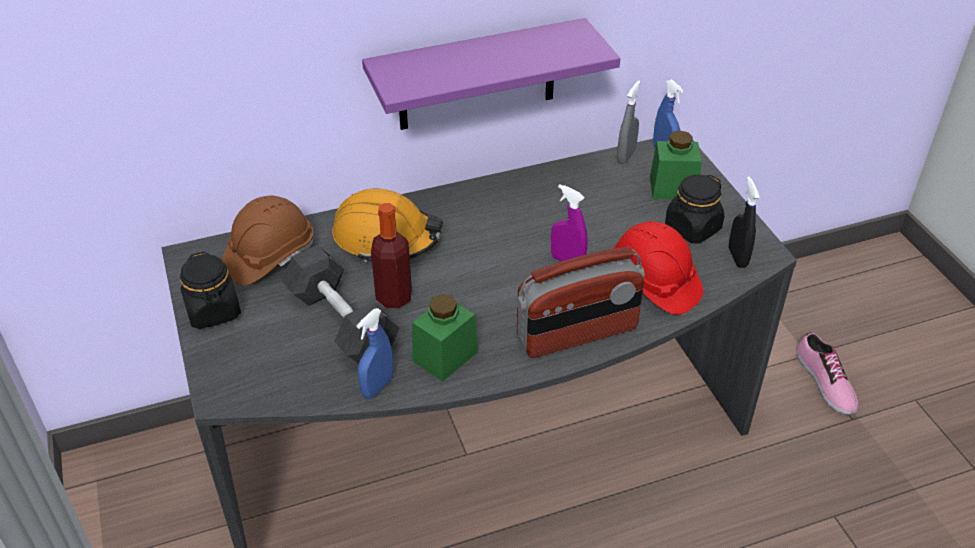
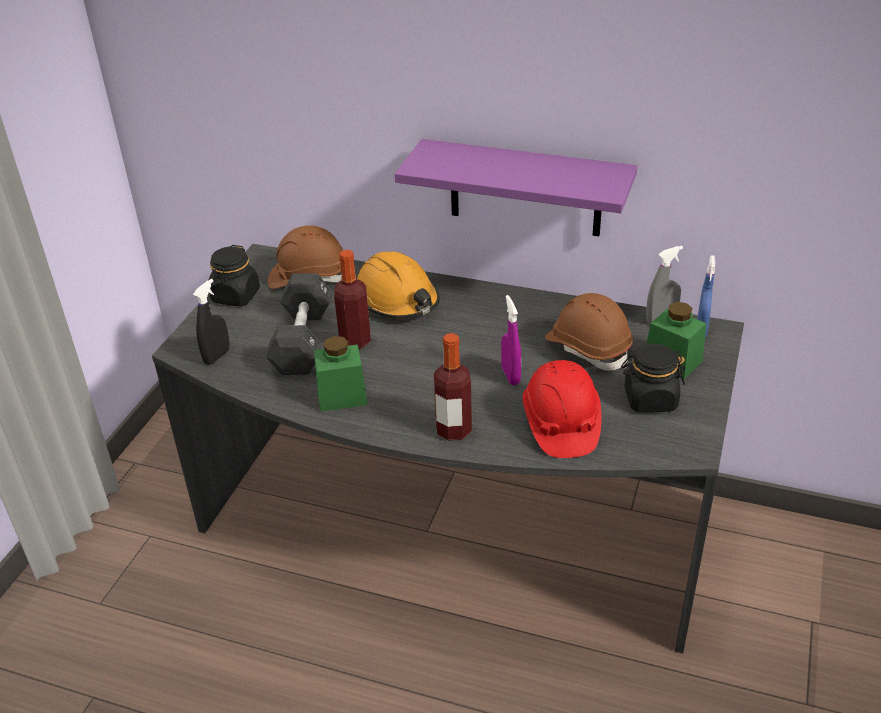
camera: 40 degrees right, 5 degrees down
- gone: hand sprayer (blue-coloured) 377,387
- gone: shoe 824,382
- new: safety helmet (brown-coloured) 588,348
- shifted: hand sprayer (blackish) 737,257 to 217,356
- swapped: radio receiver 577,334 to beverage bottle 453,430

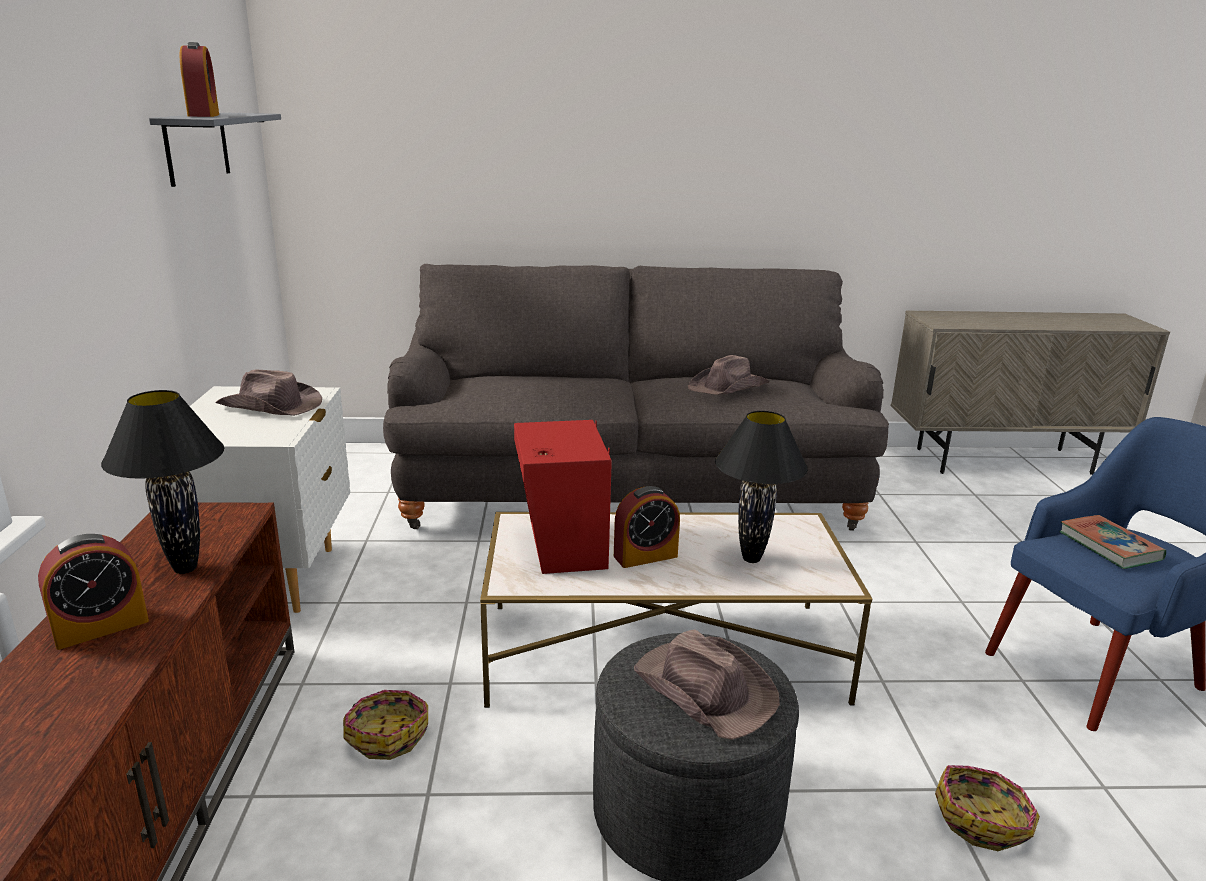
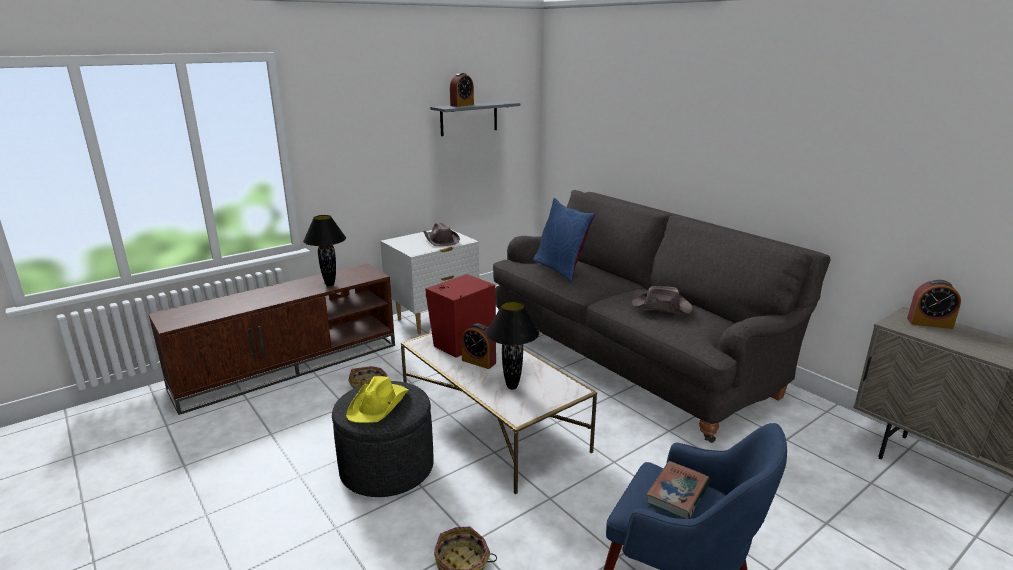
camera: 55 degrees right, 0 degrees up
- new: cushion (blue-coloured) 561,269
- shifted: alarm clock 100,627 to 929,323
- repainted: wearable hat (brown-coloured) 704,688 to wearable hat (yellowish) 379,404

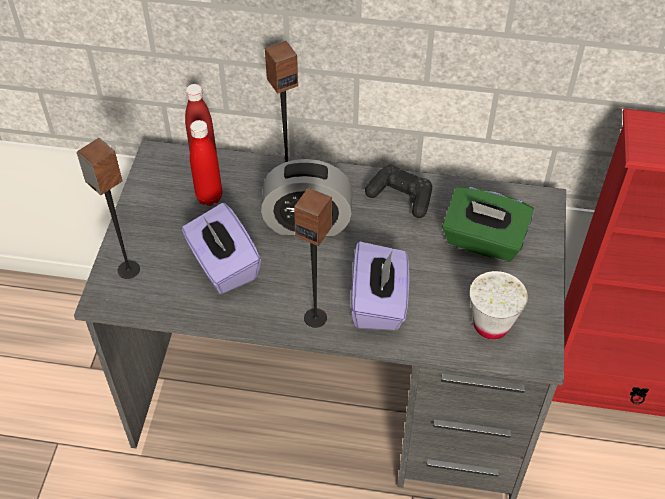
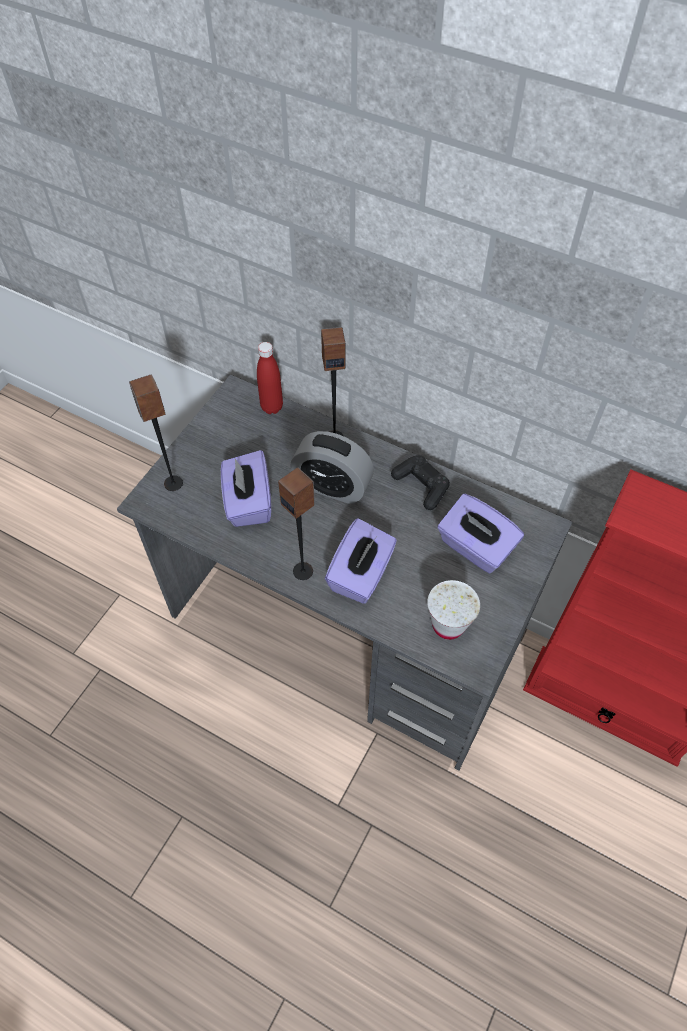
camera: 20 degrees right, 5 degrees up
- gone: beverage bottle (red-coloured) 209,197
- repainted: box of tissues (greenish) 483,241 to box of tissues (purple-coloured) 475,547

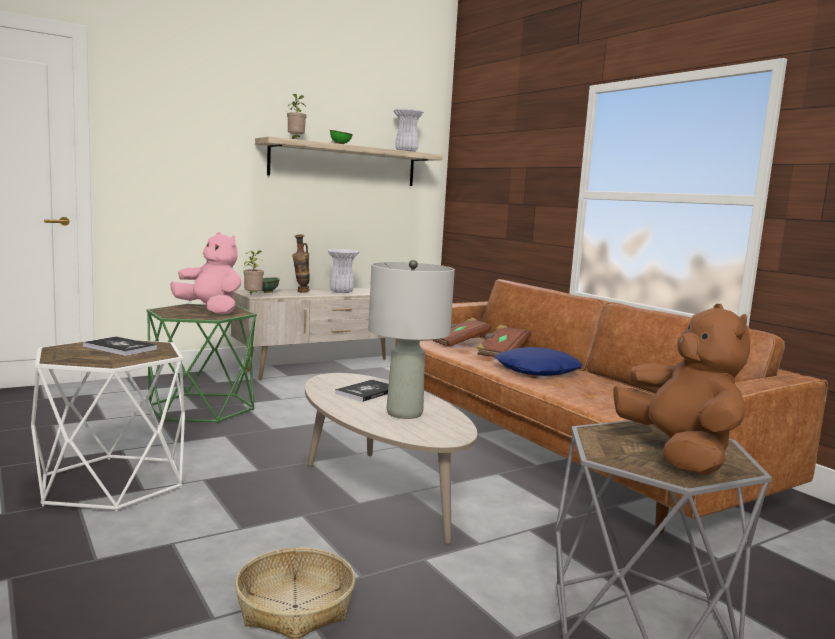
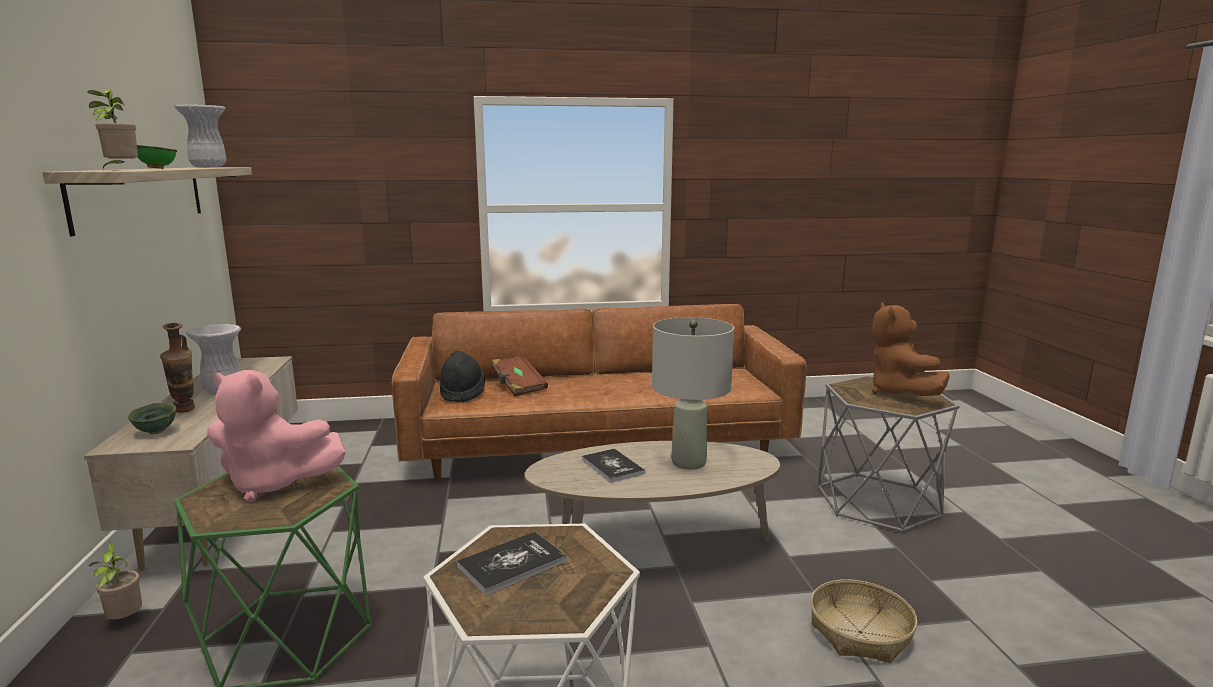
camera: 65 degrees left, 5 degrees up
- gone: cushion (blue-coloured) 537,371
- shifted: plant in a pot 253,296 to 124,621
- swapped: bound book (brown-coloured) 459,343 to wearable hat (blackish) 462,393
- rotated: plush toy (pink) 210,311 = 273,484 135 degrees counterclockwise
- rotated: plush toy (brown-coloured) 678,454 = 899,393 105 degrees counterclockwise

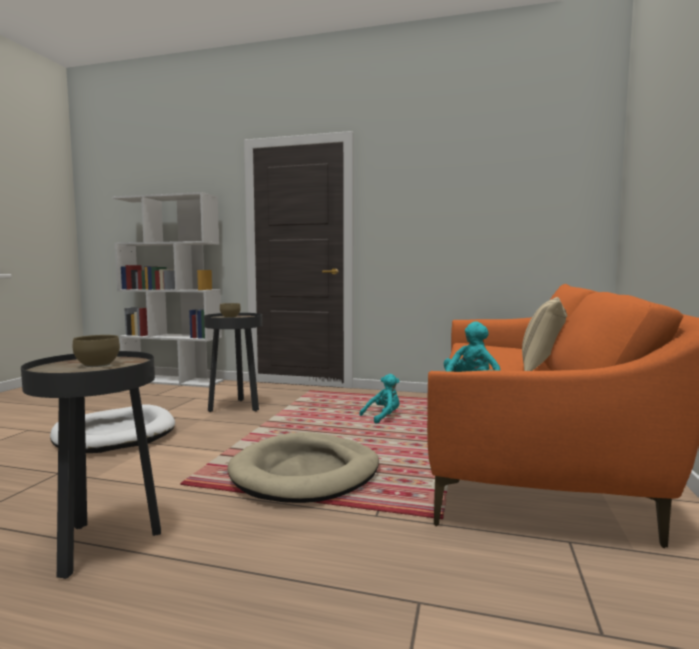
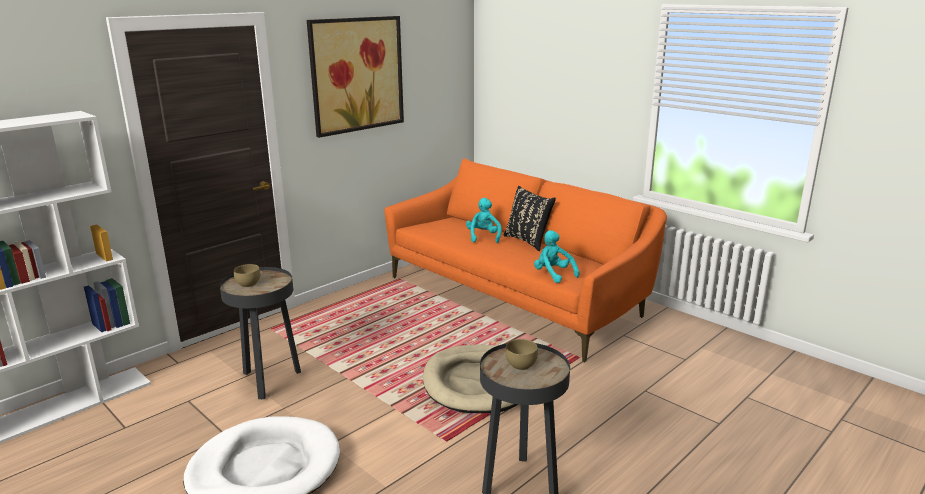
camera: 60 degrees left, 15 degrees up
- new: wall picture 357,74
- shifted: plush toy (turquoise) 383,417 to 483,237
- repainted: cushion (sand-coloured) 542,369 to cushion (blackish) 528,241

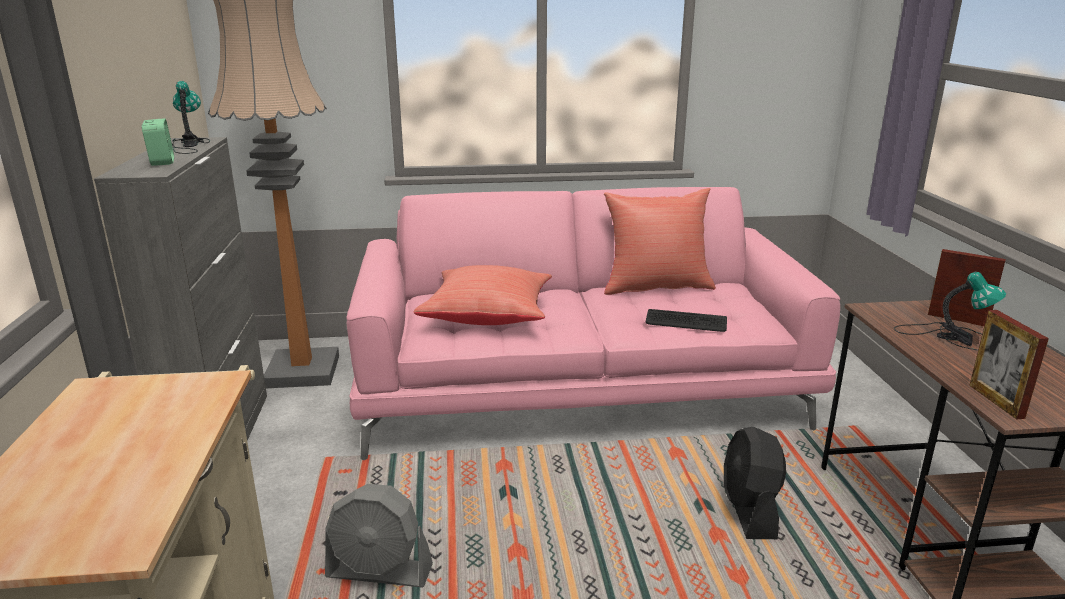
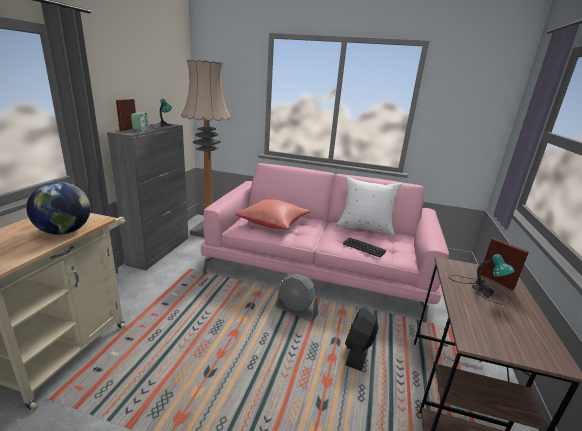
camera: 20 degrees right, 0 degrees up
- new: world globe 64,232
- shifted: electric fan (greyish) 380,572 to 296,311
- shifted: standing frame 996,401 to 128,129
- repainted: cushion (red-coloured) 656,286 to cushion (white) 365,227

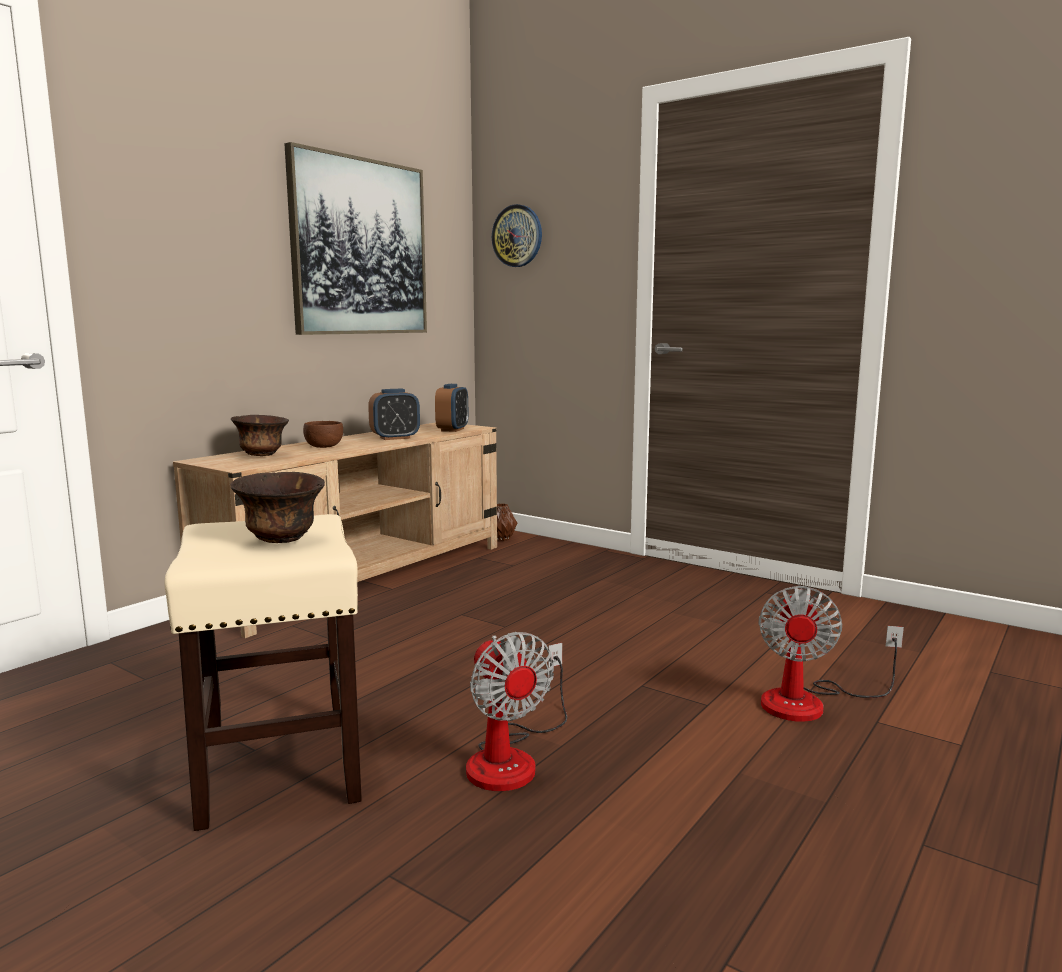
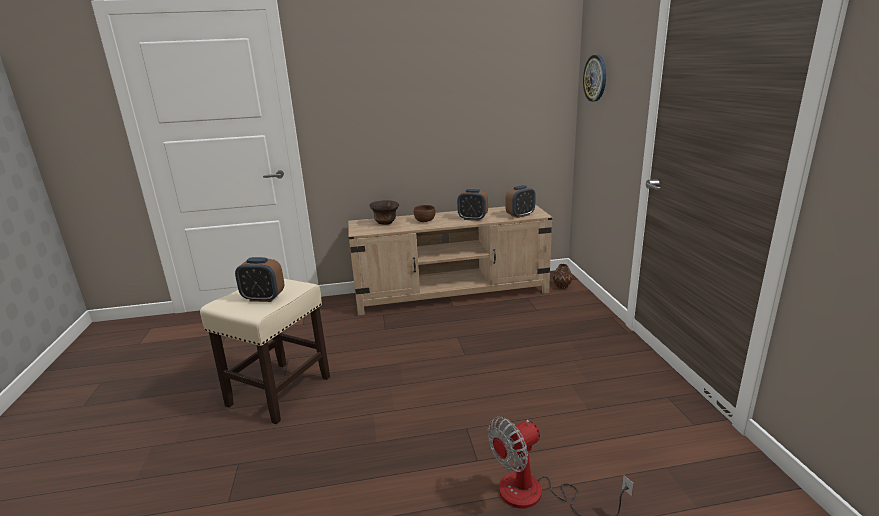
camera: 45 degrees right, 10 degrees up
- gone: wall picture 359,247
- gone: electric fan 512,757
- swapped: deep dish (brown-coloured) 282,540 to alarm clock 263,298

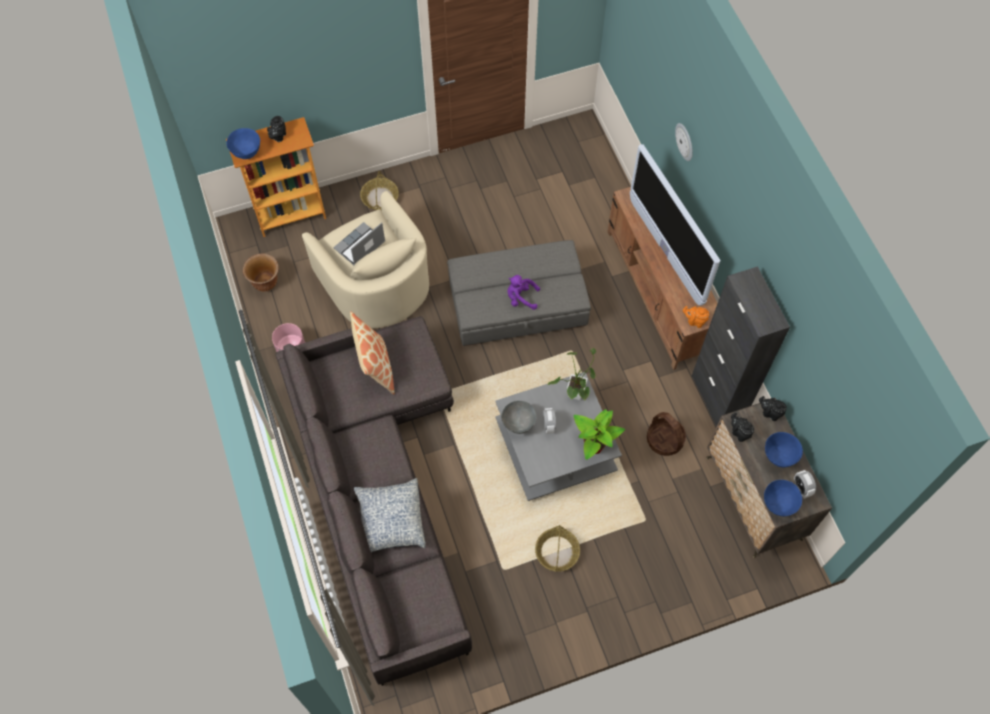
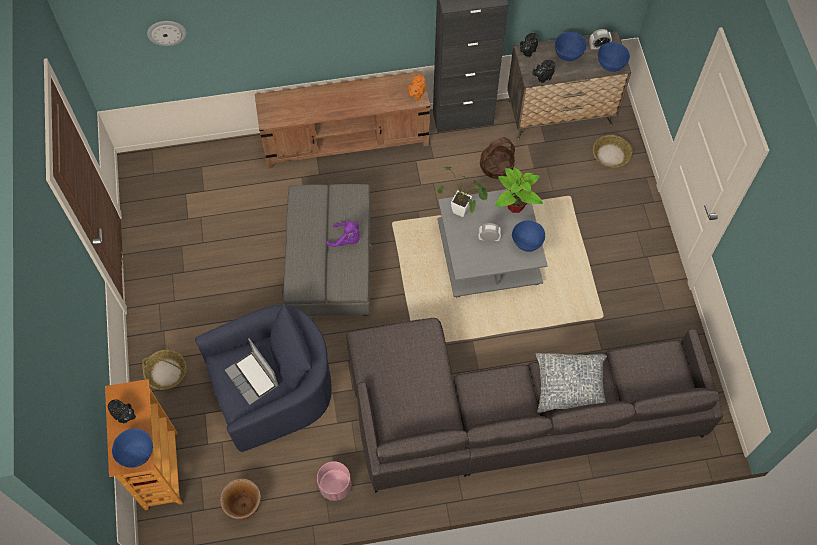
camera: 80 degrees left, 0 degrees up
- gone: cushion 375,367
- gone: deep dish (greyish) 518,424
- gone: TV set 665,251
- new: deep dish (blue-coloured) 527,243
- shifted: household basket 557,552 to 610,155
- shifted: clock on the wall 685,141 to 166,32
- repainted: lounge chair (sand-coloured) 375,282 to lounge chair (blue-coloured) 273,390
- rotated: plush toy (purple-coloured) 521,298 = 346,239 90 degrees counterclockwise

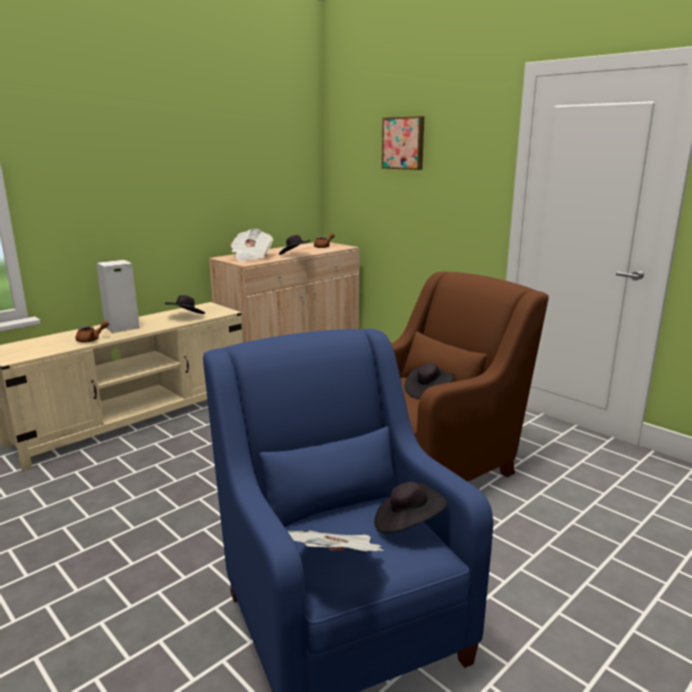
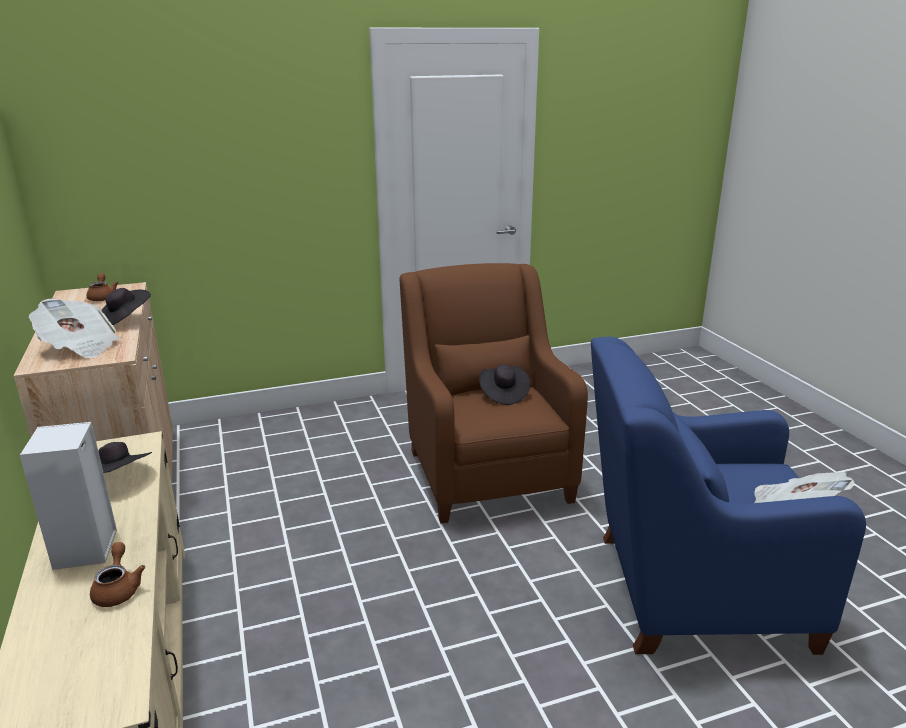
camera: 65 degrees left, 5 degrees up
- gone: wearable hat (blackish) 408,524
- gone: wall picture 404,143

